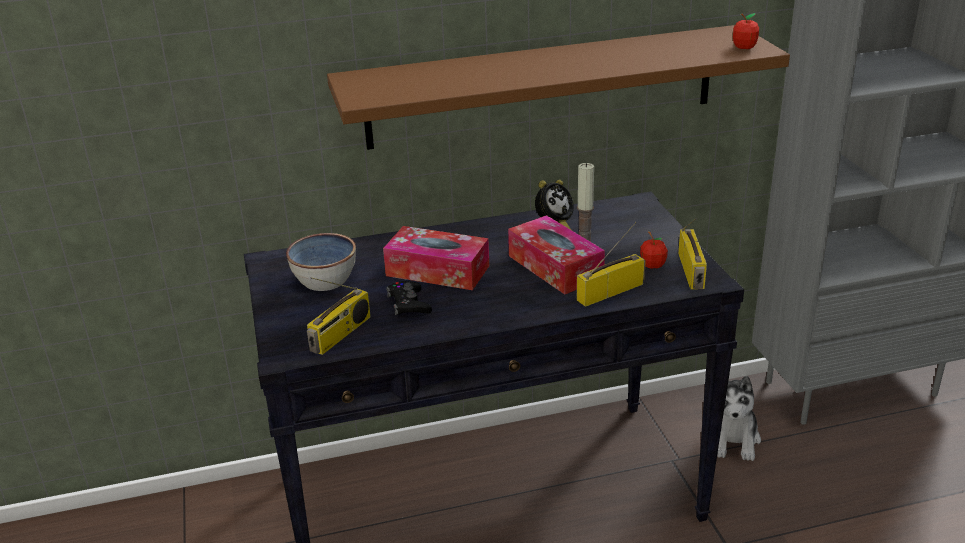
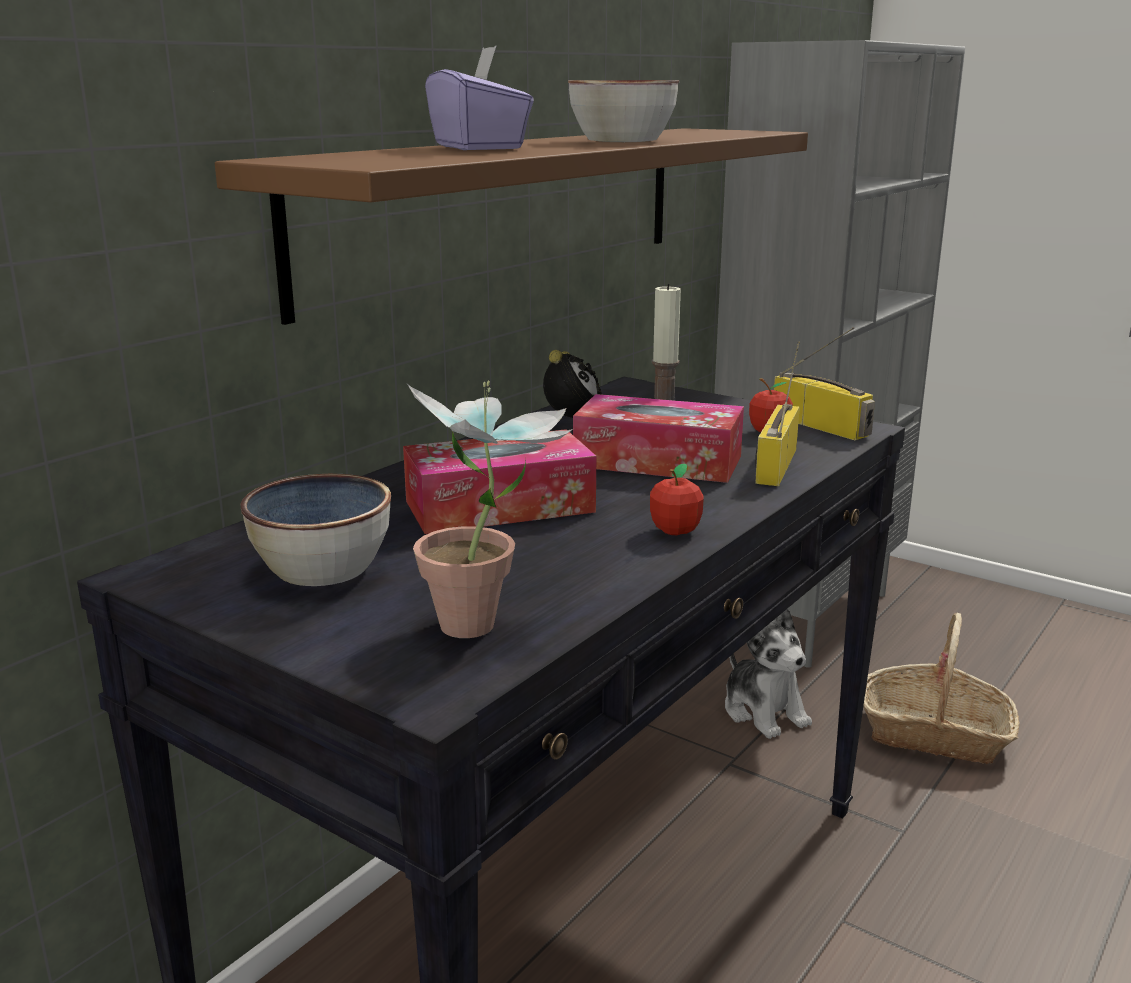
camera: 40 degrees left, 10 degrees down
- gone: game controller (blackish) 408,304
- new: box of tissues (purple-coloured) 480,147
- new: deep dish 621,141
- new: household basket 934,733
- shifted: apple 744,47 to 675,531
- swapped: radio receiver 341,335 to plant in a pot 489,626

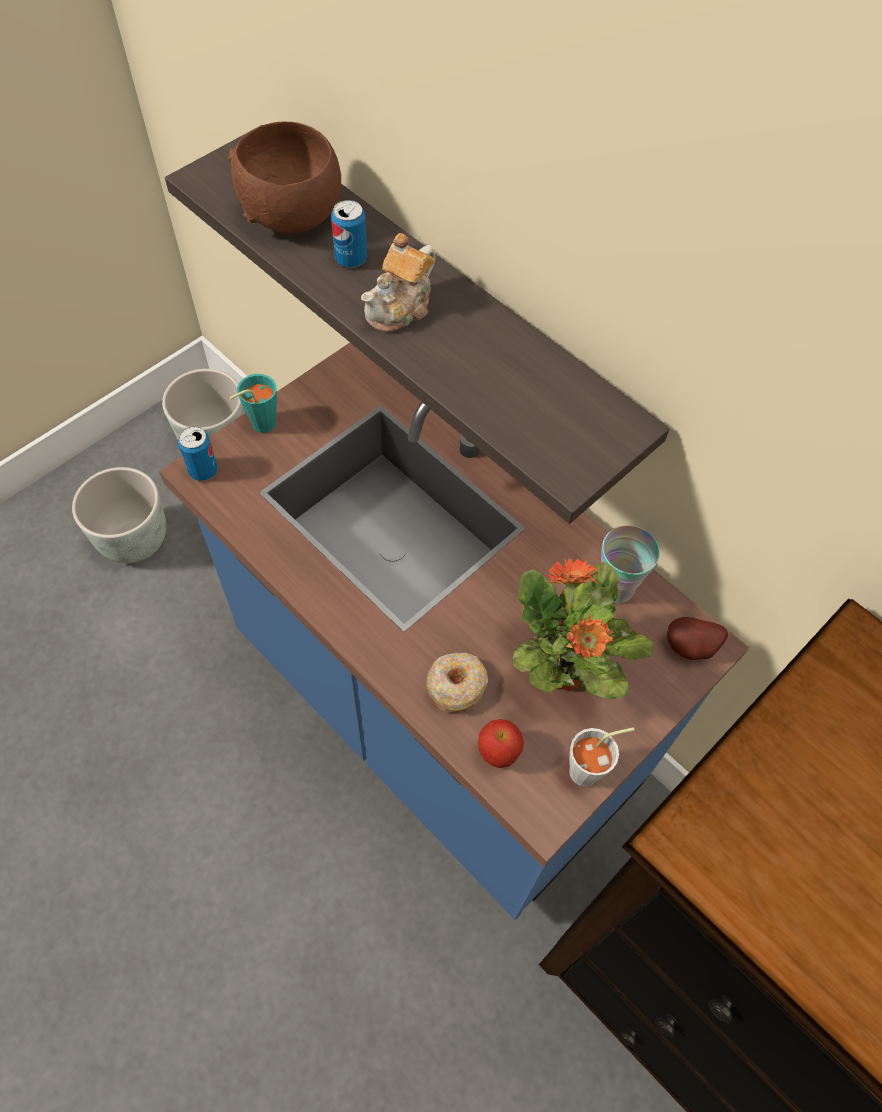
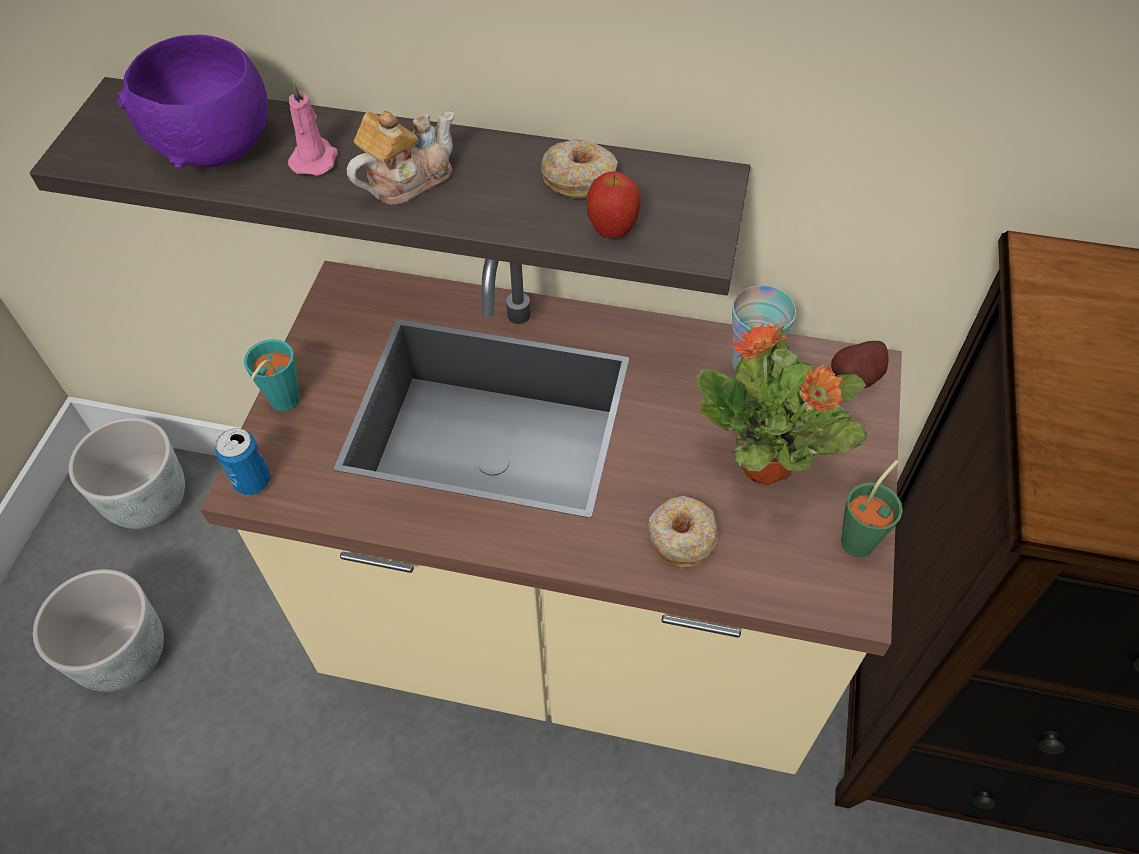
camera: 30 degrees left, 5 degrees down
- new: donut 579,178
- shifted: apple 498,753 to 612,231
- swapped: metal can 351,259 to wax candle (pink) 315,159
- repainted: kitchen counter (blue-coloured) 432,716 to kitchen counter (sand-coloured) 572,639
- repainted: deep dish (brown-coloured) 293,216 to deep dish (purple-coloured) 217,146
- repainted: drinking cup (greyish) 590,770 to drinking cup (greenish) 862,537
- rotated: tea pot 401,308 = 407,180 135 degrees counterclockwise

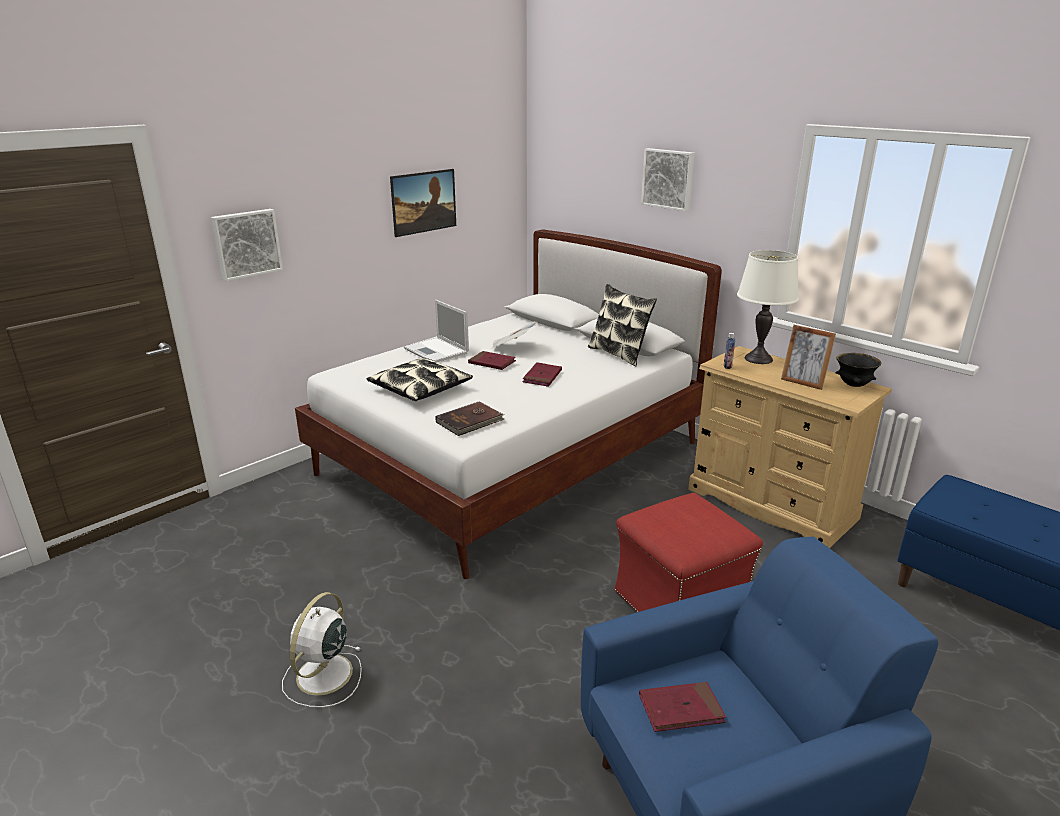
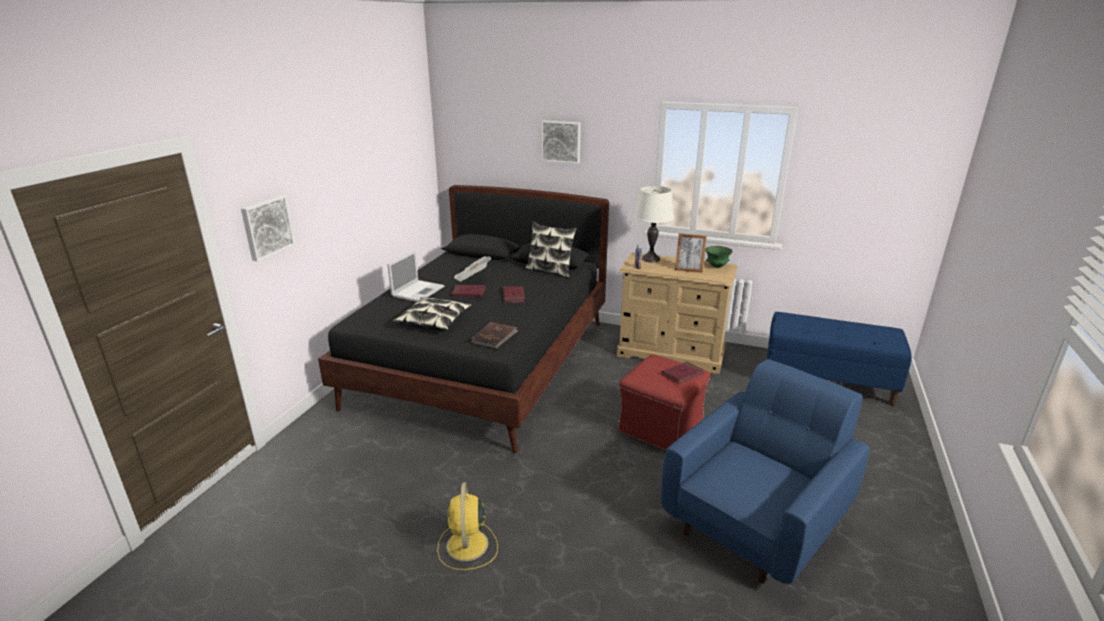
camera: 25 degrees left, 0 degrees up
- gone: wall picture 425,216
- shifted: bound book (red-coloured) 681,709 to 682,374
- repainted: electric fan (white) 323,676 to electric fan (yellowish) 467,546
- repainted: bedroom bed (white) 512,458 to bedroom bed (blackish) 484,362
- repainted: deep dish (blackish) 853,385 to deep dish (greenish) 716,266
- rotated: notebook computer 437,351 = 418,291 90 degrees counterclockwise

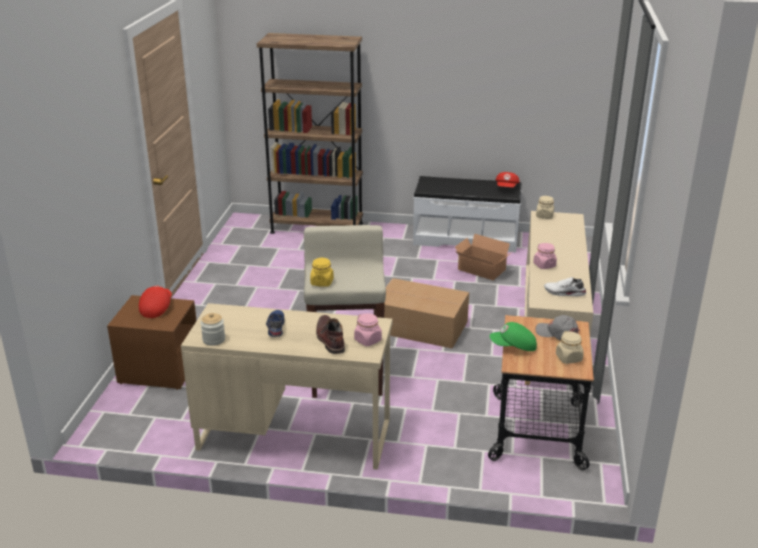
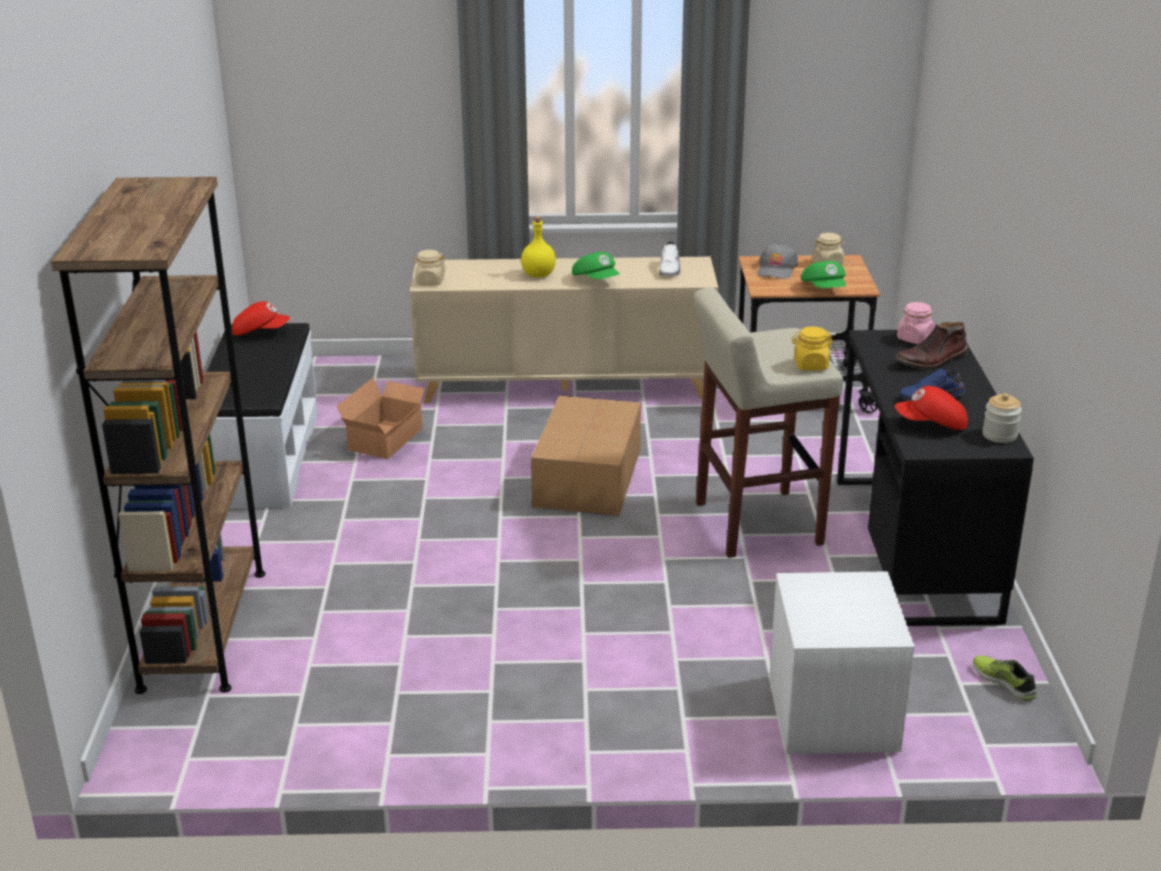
camera: 100 degrees left, 0 degrees up
- new: beverage bottle (yellowish) 538,275
- new: shoe 1004,682
- shifted: cap (red-coloured) 156,308 to 931,425
- swapped: jar (pink) 544,265 to cap (greenish) 596,280
- repainted: bedside table (brown-coloured) 159,370 to bedside table (white) 832,714
- repainted: desk table (sand-coloured) 294,434 to desk table (blackish) 914,548

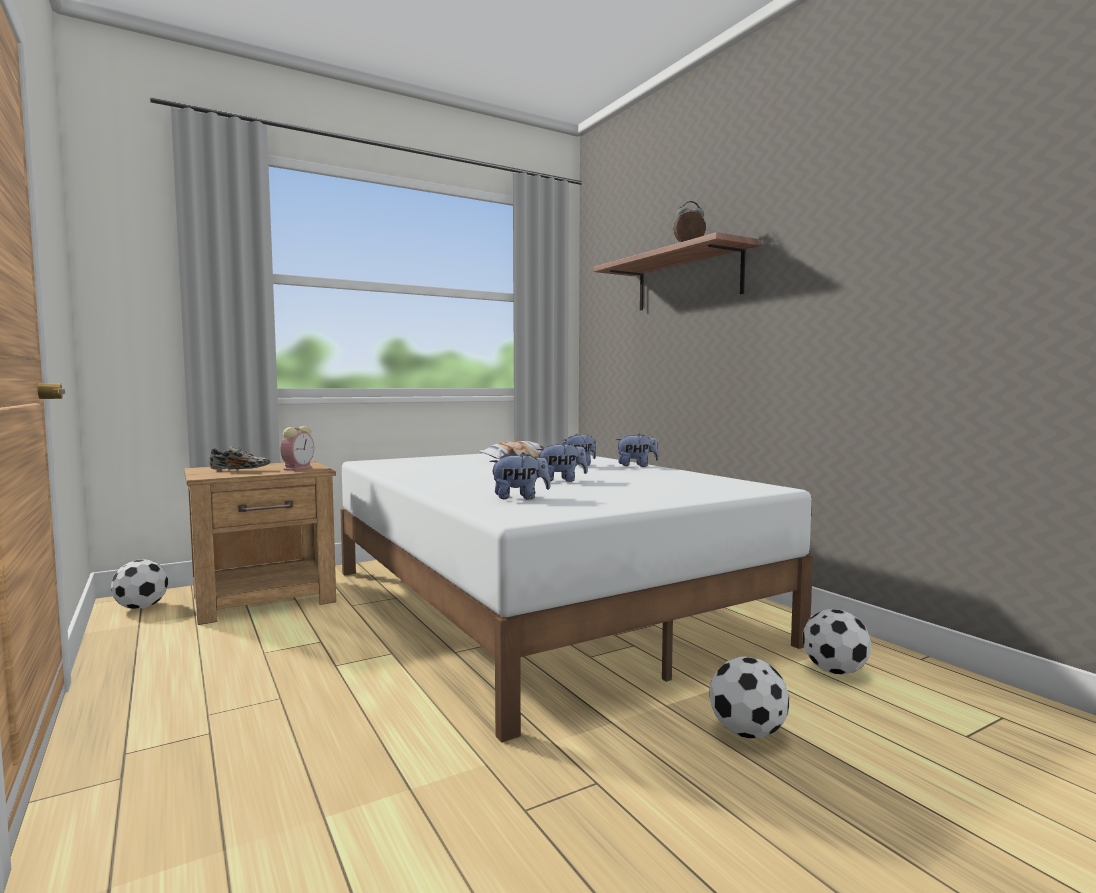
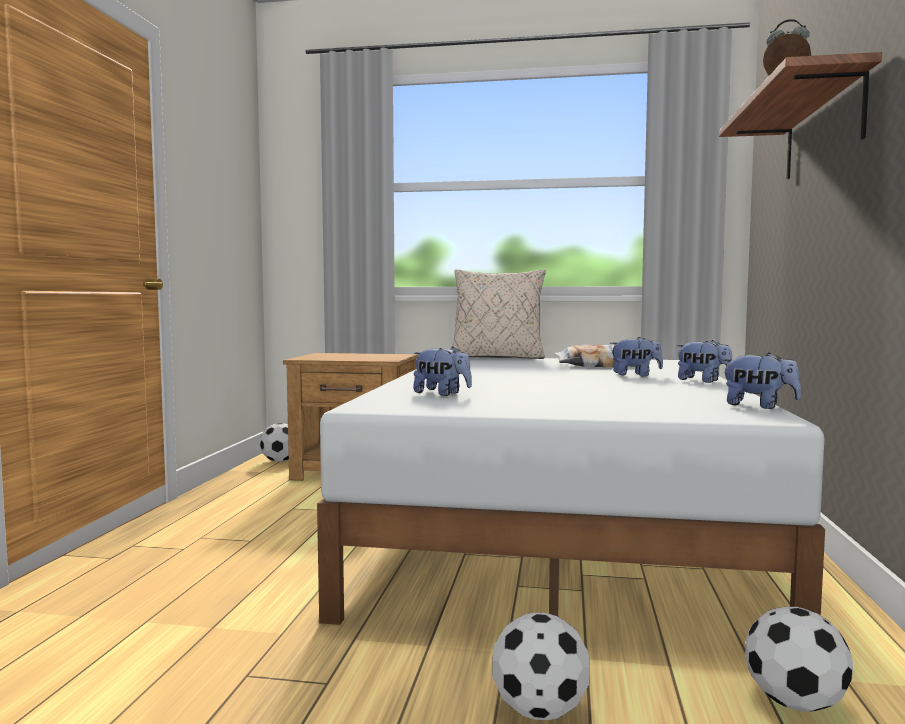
camera: 40 degrees right, 0 degrees up
- gone: shoe 240,470
- gone: alarm clock 298,468
- new: cushion (sand-coloured) 497,357
- shifted: plush toy 562,480 to 758,406

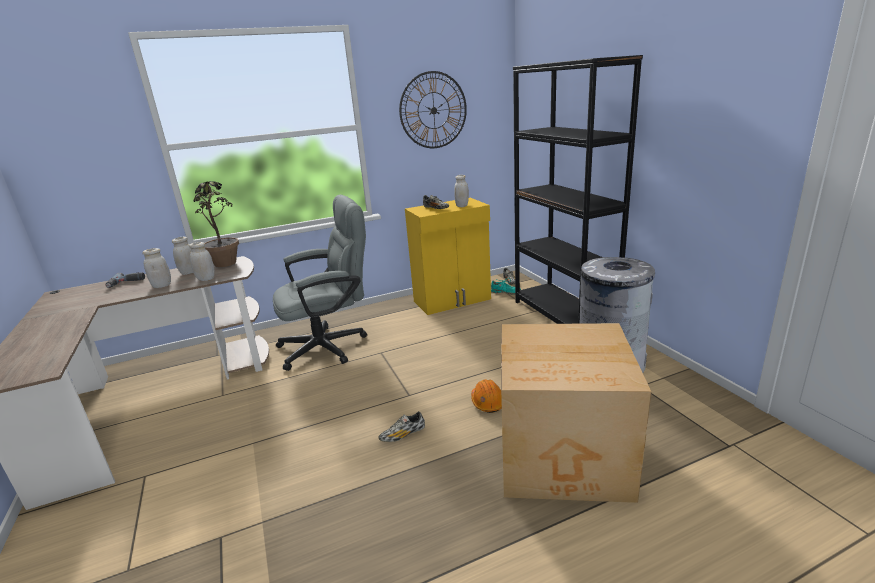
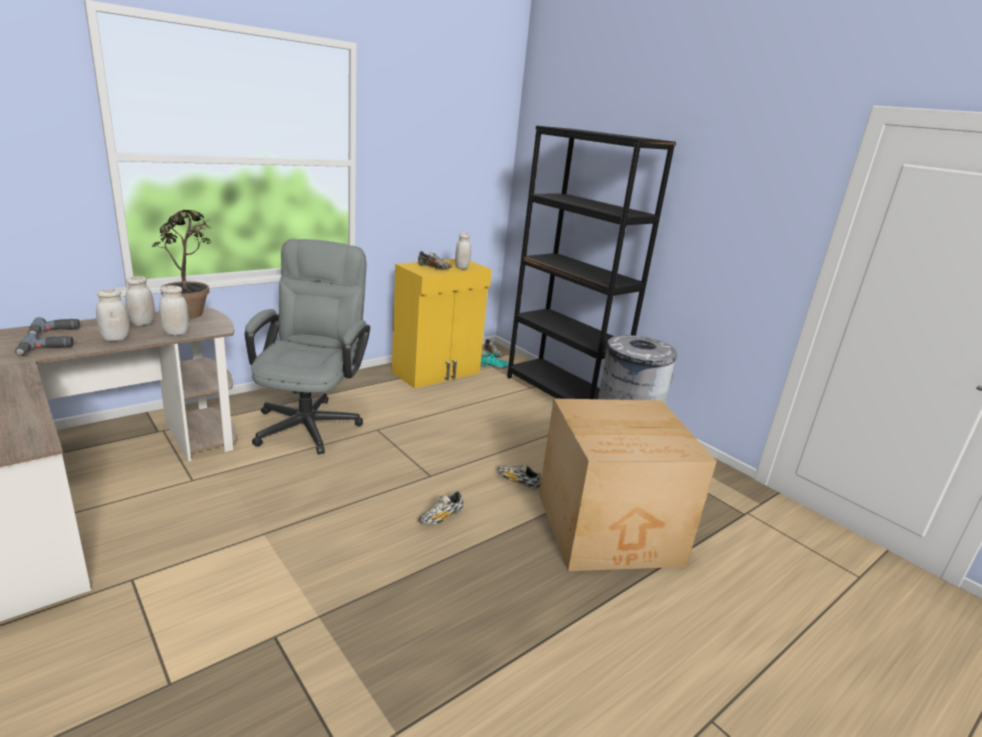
camera: 20 degrees left, 0 degrees up
- gone: clock on the wall 433,110
- new: electric drill 45,350
- swapped: safety helmet (orange) 487,402 to shoe 517,481
- rotated: computer chair (greyish) 331,345 = 311,421 45 degrees counterclockwise

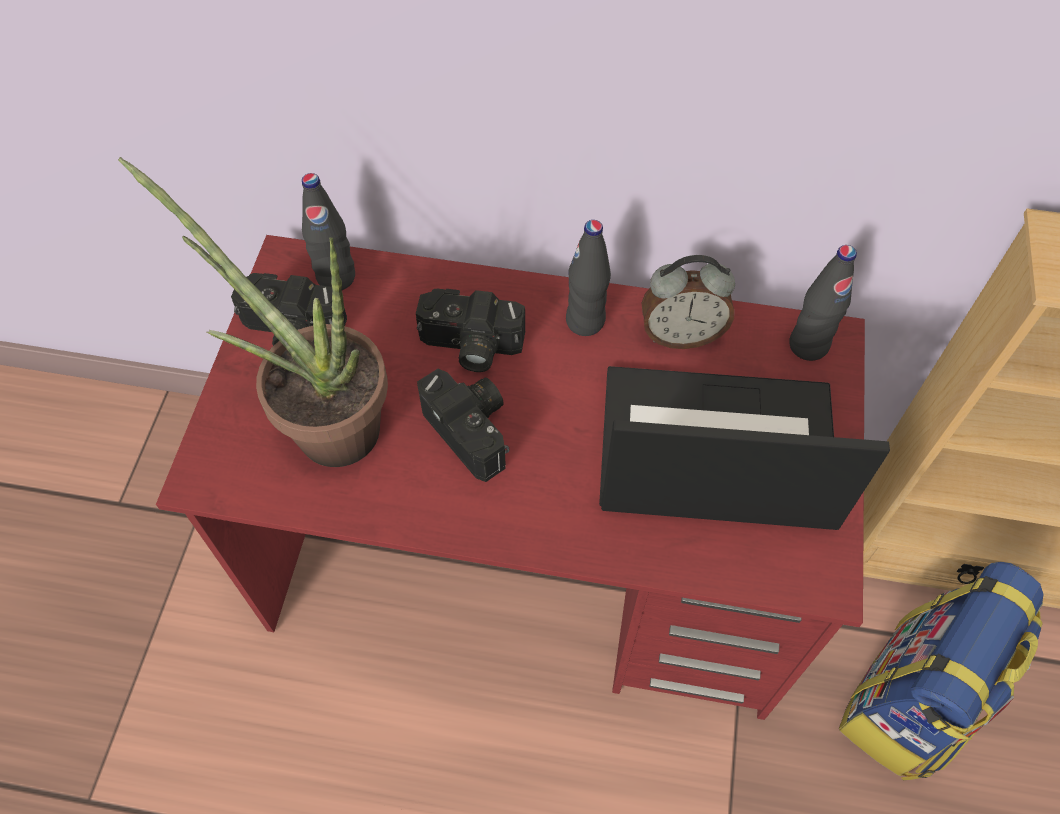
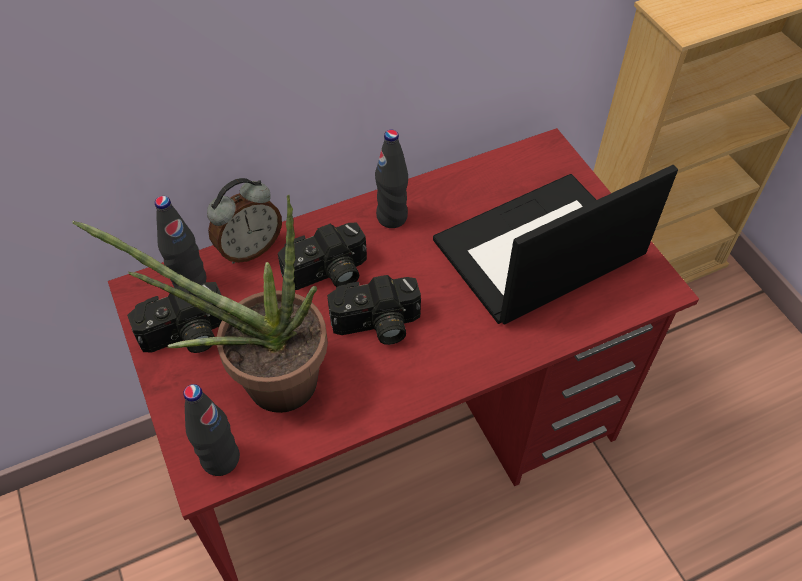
camera: 35 degrees left, 5 degrees down
- gone: knapsack 909,704
- shifted: alarm clock 681,334 to 250,248
- shifted: beverage bottle (blackish) 808,345 to 220,459
- rotated: still camera 473,430 = 377,325 150 degrees clockwise

